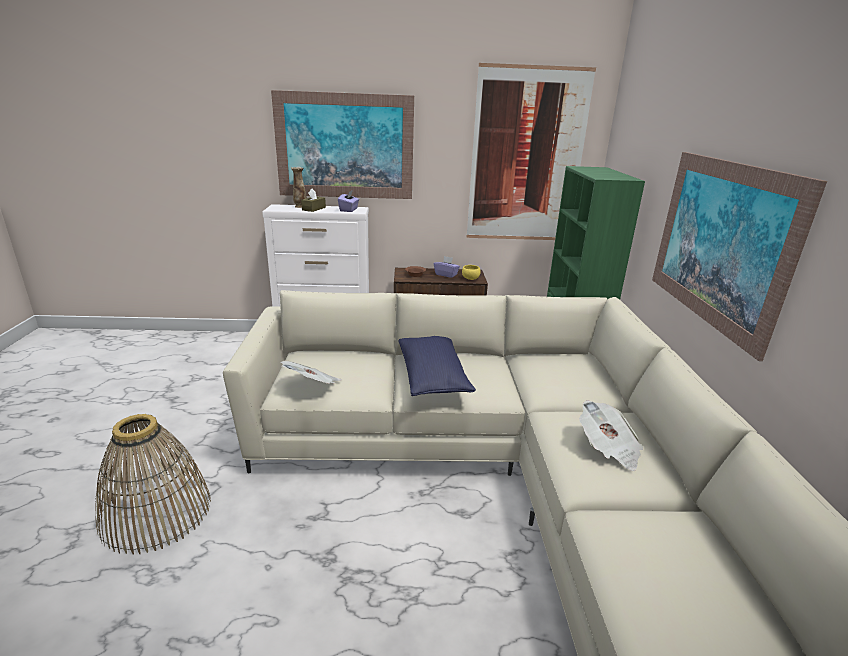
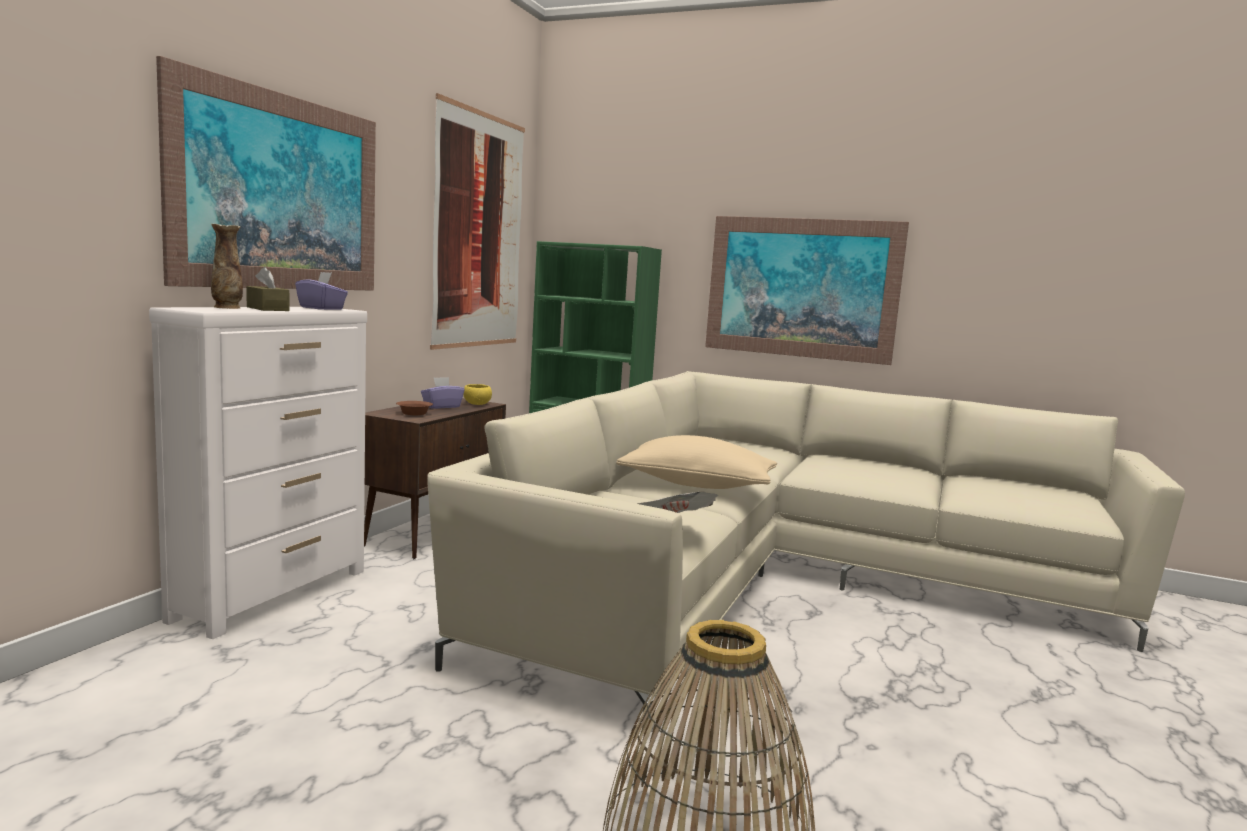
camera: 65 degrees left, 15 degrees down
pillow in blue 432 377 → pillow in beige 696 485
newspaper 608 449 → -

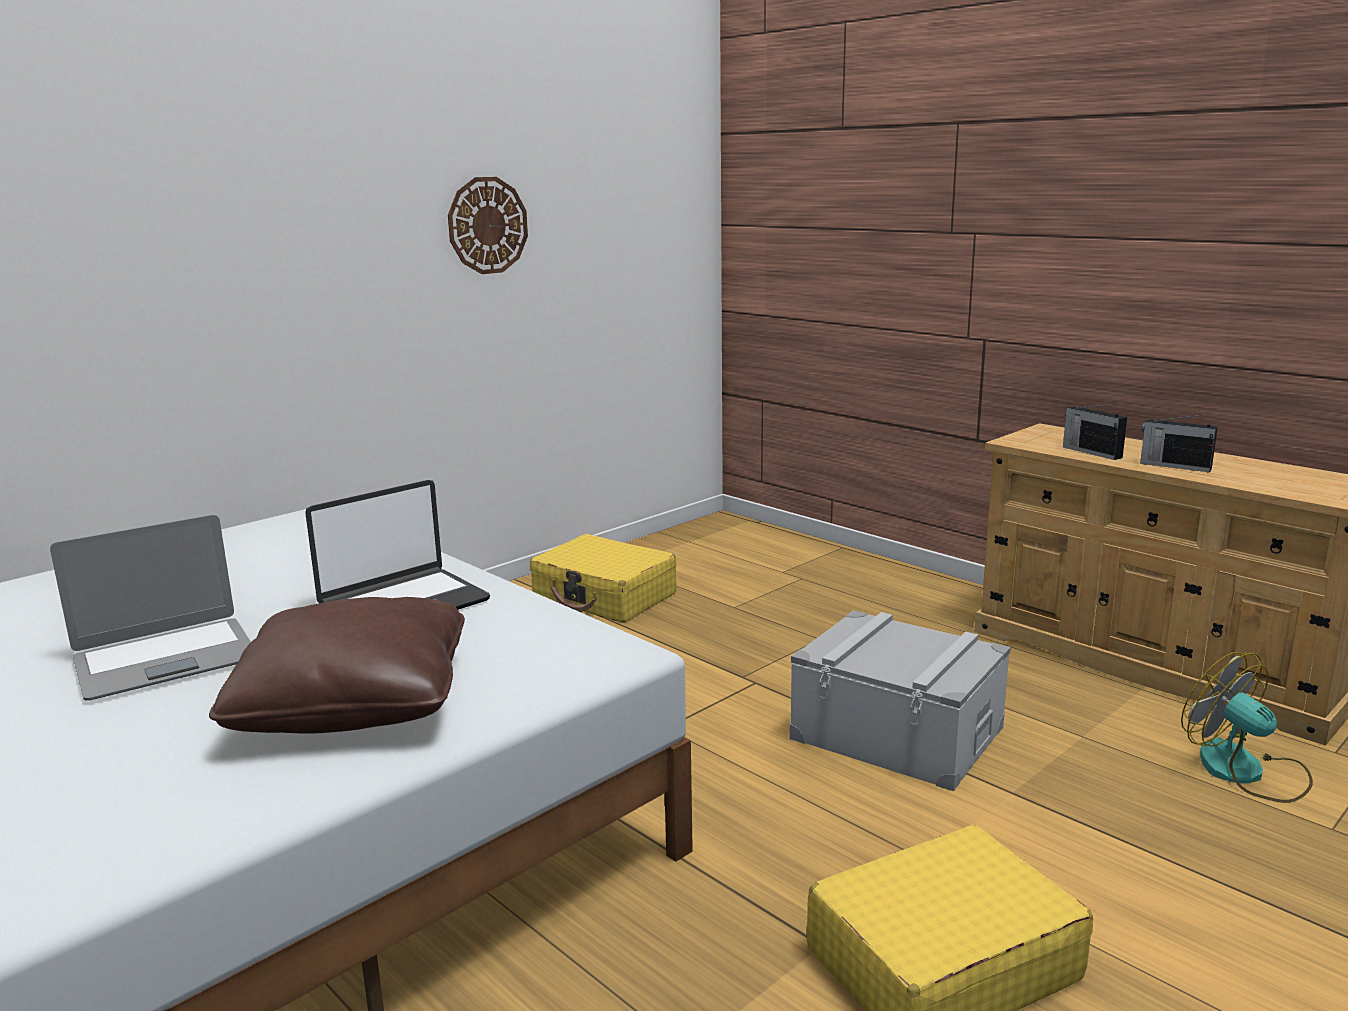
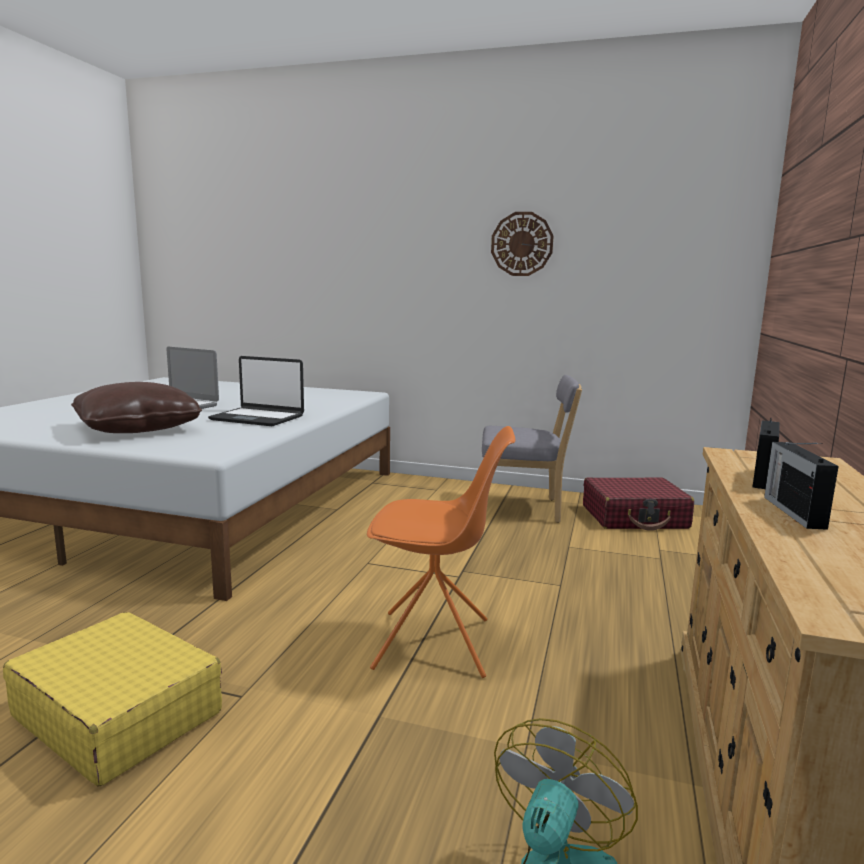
camera: 60 degrees right, 5 degrees down
storage box in grey 897 733 → chair in orange 435 644
suitcase in yellow 604 596 → chair in grey 524 509
- → suitcase in red 634 517

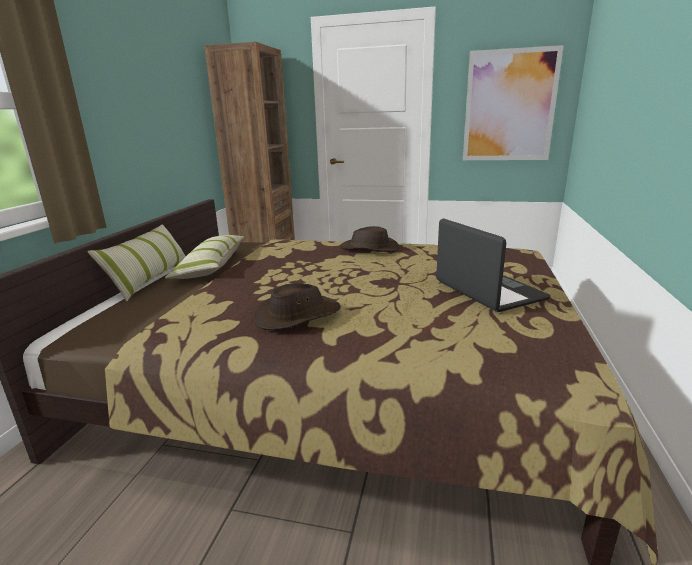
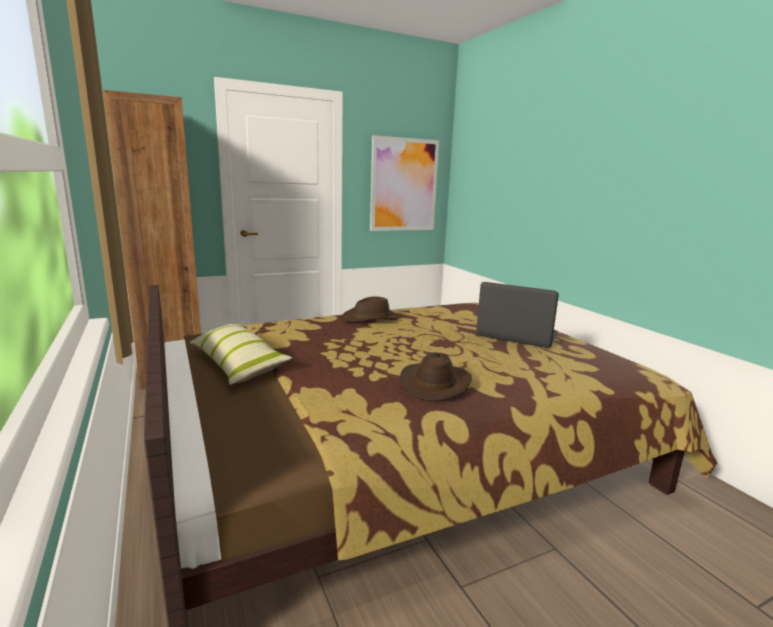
camera: 40 degrees left, 5 degrees down
pillow 151 279 → -

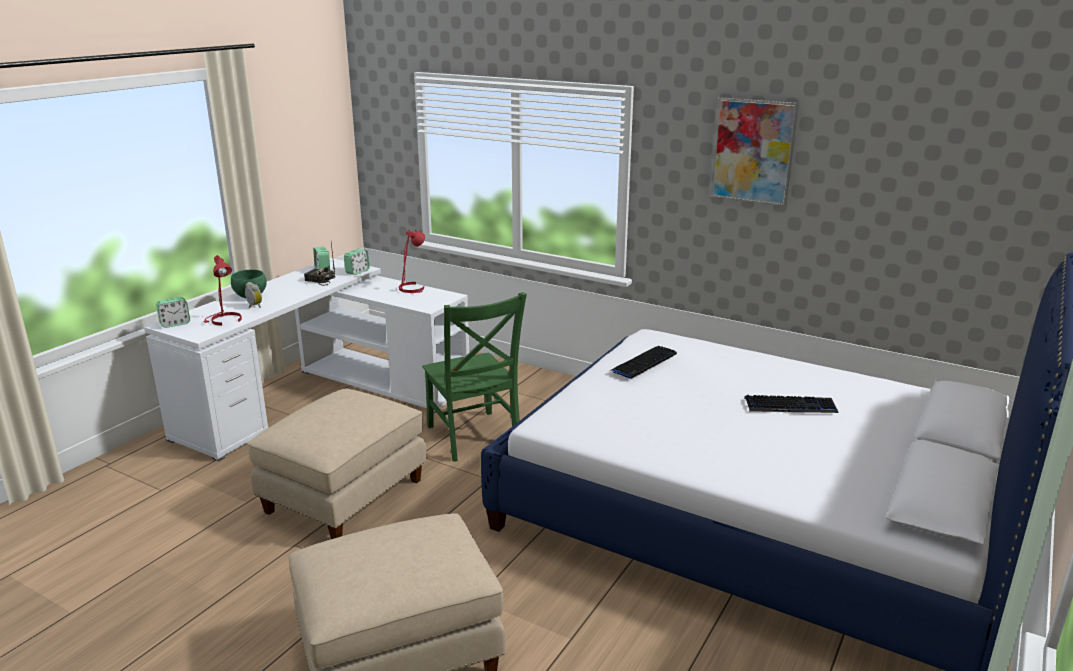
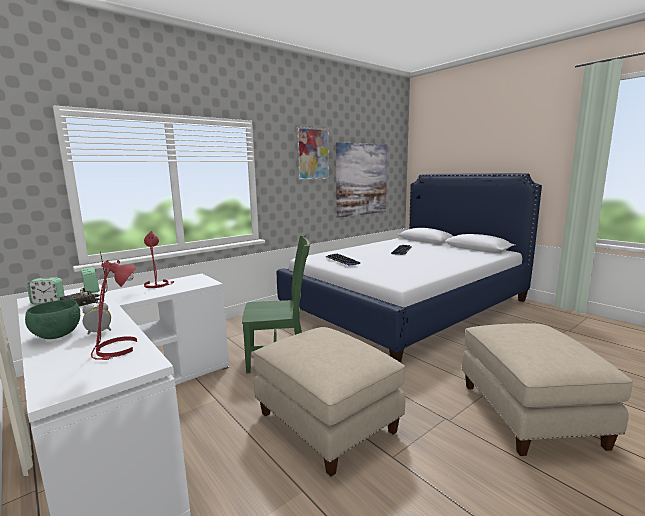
camera: 70 degrees left, 10 degrees down
- → picture 361 179
alarm clock 175 324 → -

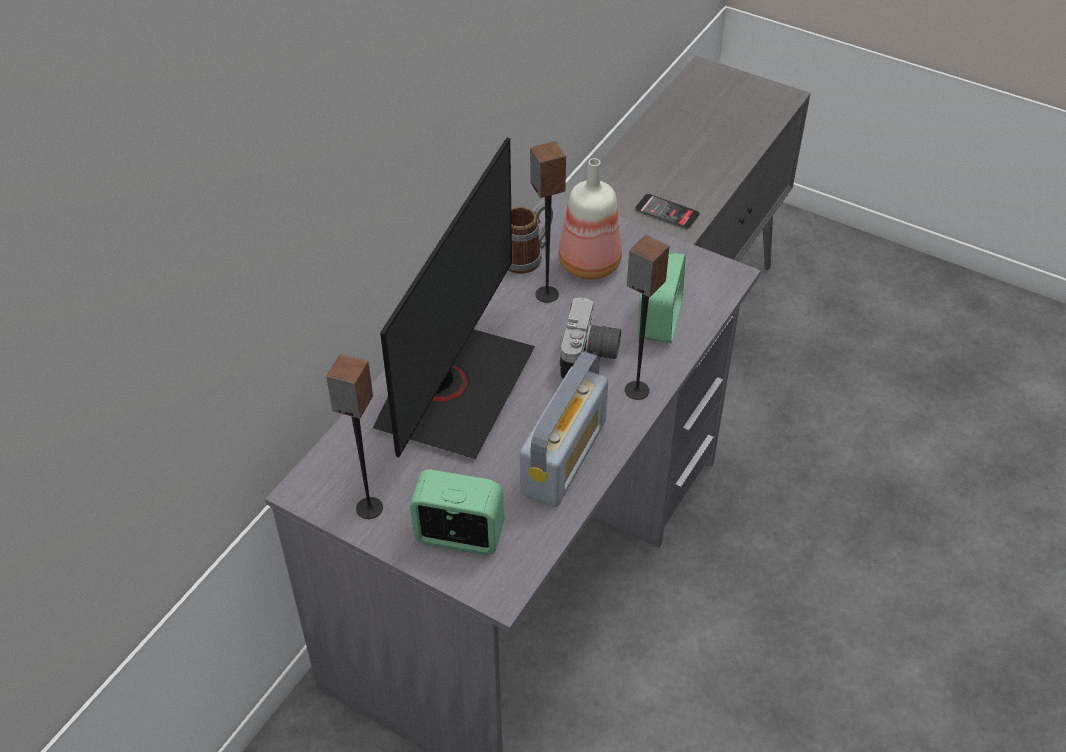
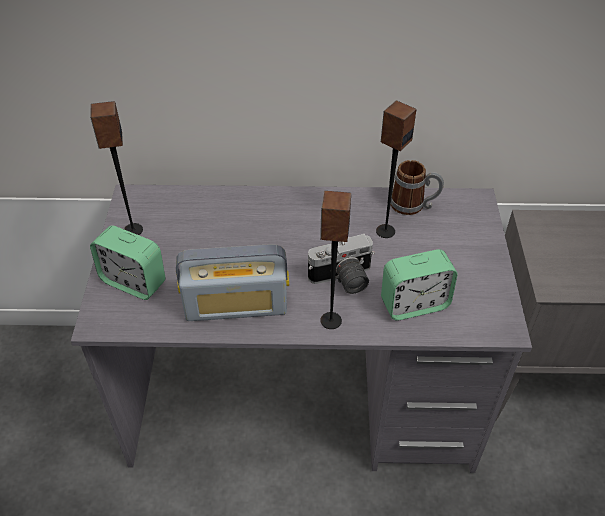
camera: 60 degrees right, 0 degrees up
alarm clock 459 536 → alarm clock 133 282, 135 degrees clockwise
monitor 453 389 → -
bottle 588 263 → -
phone 667 212 → -

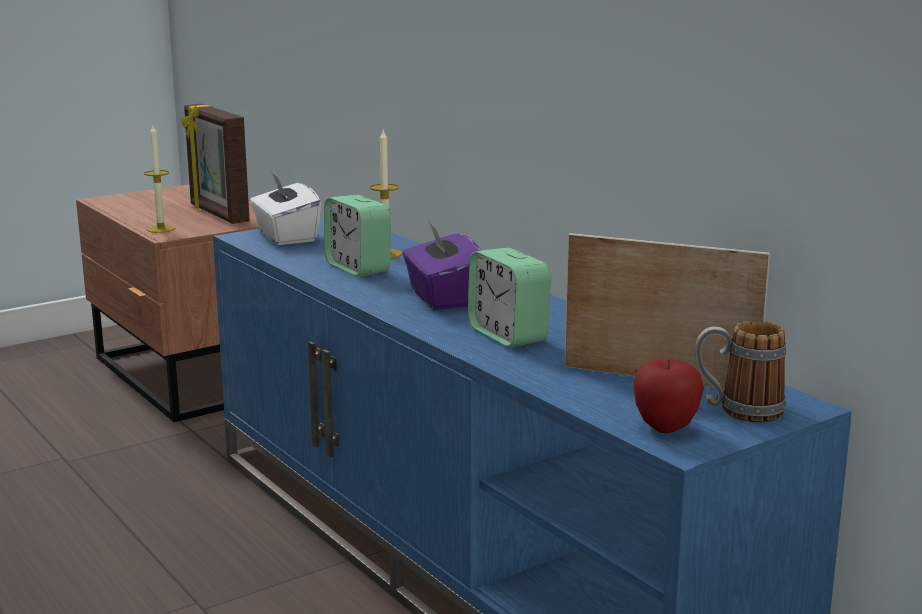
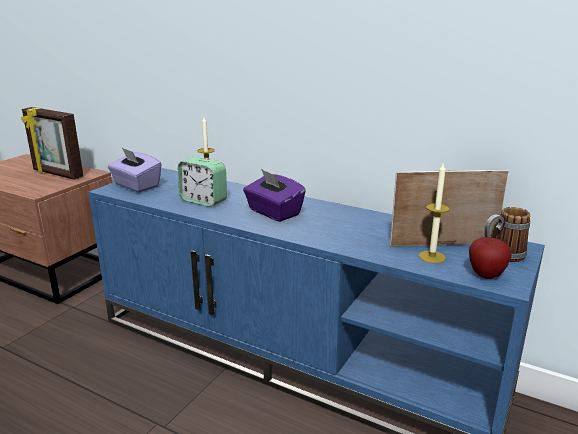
camera: 25 degrees left, 5 degrees up
tissue box in white 285 236 → tissue box in purple 136 186
candle 161 229 → candle 432 257, relocated
alarm clock 507 335 → -

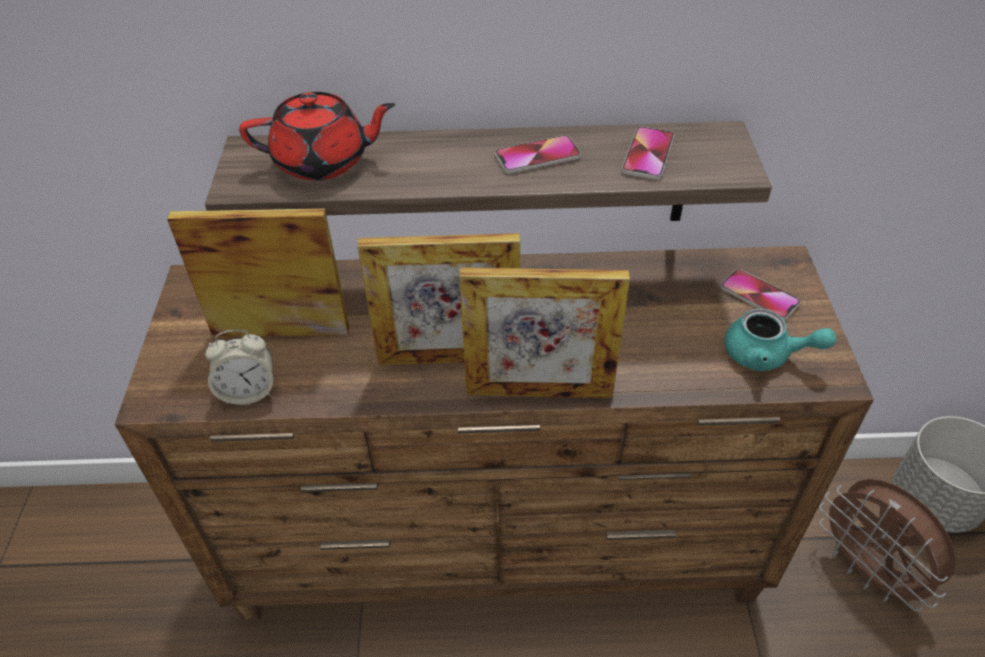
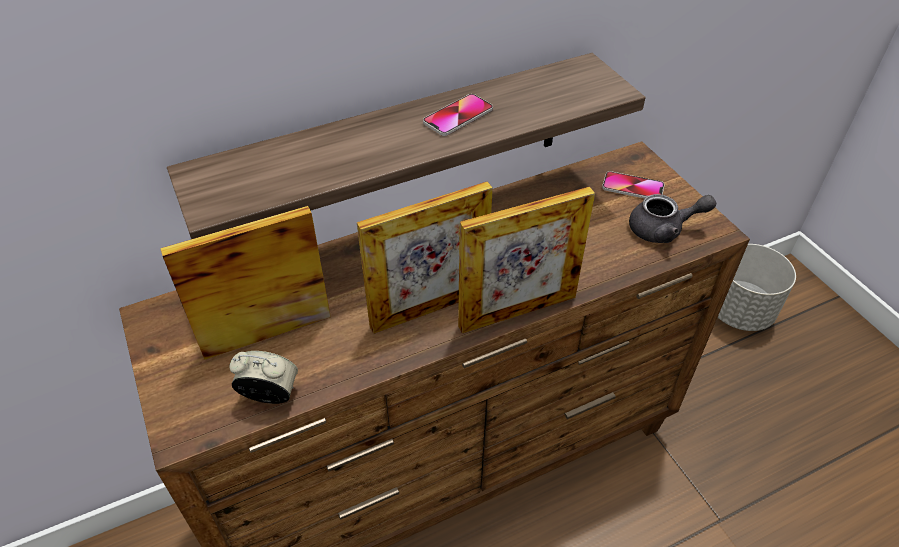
camera: 25 degrees left, 0 degrees up
alarm clock 248 391 → alarm clock 270 395, 135 degrees counterclockwise
teapot in turquoise 766 355 → teapot in grey 663 230
teapot in red 323 161 → -
phone 648 154 → -
fan in brown 868 571 → -

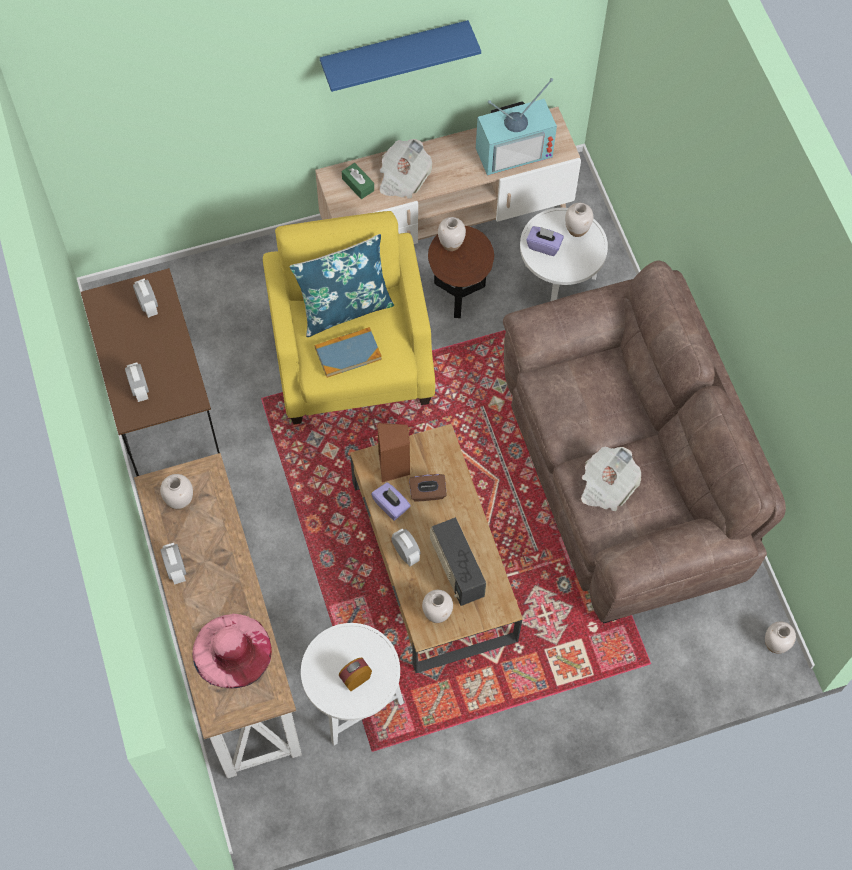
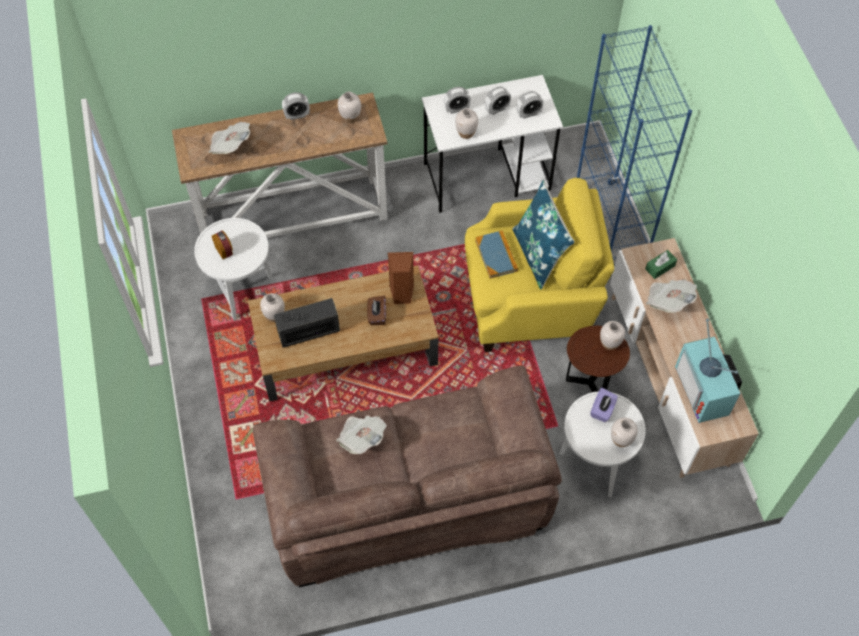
camera: 95 degrees right, 5 degrees down
hat in pink 232 651 → newspaper 230 146
desk in brown 163 409 → desk in white 488 176
vase in white 775 644 → vase in white 466 133, relocated
alarm clock 405 553 → alarm clock 497 109, relocated
- → bookcase in blue 610 225
shelf in blue 394 52 → -
tissue box in purple 391 505 → -

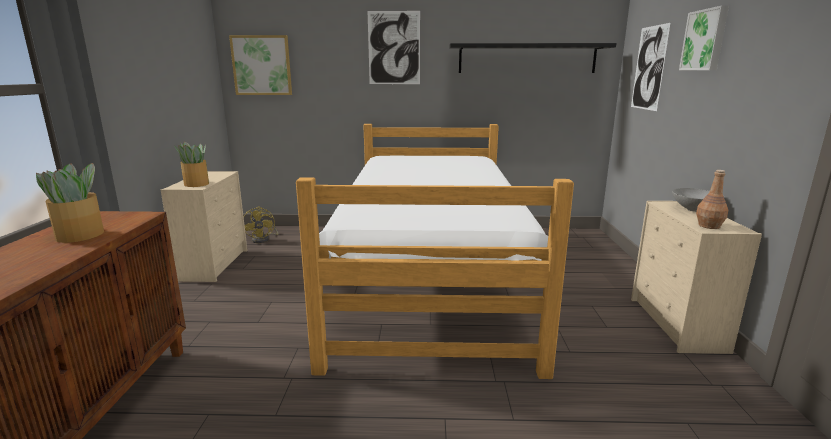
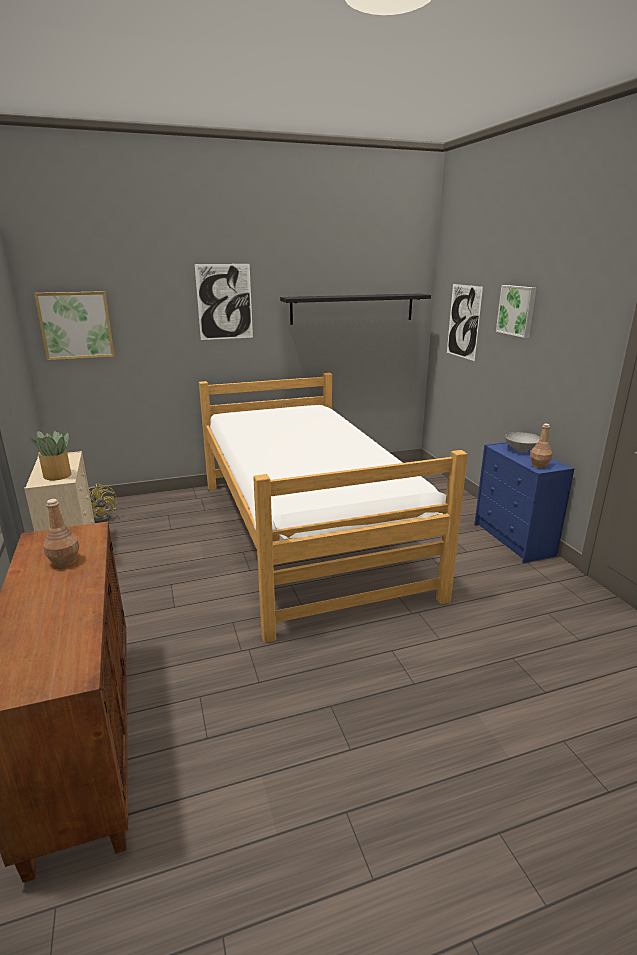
camera: 20 degrees left, 5 degrees up
potted plant 81 235 → bottle in brown 65 562
dresser in beige 677 325 → dresser in blue 514 540

